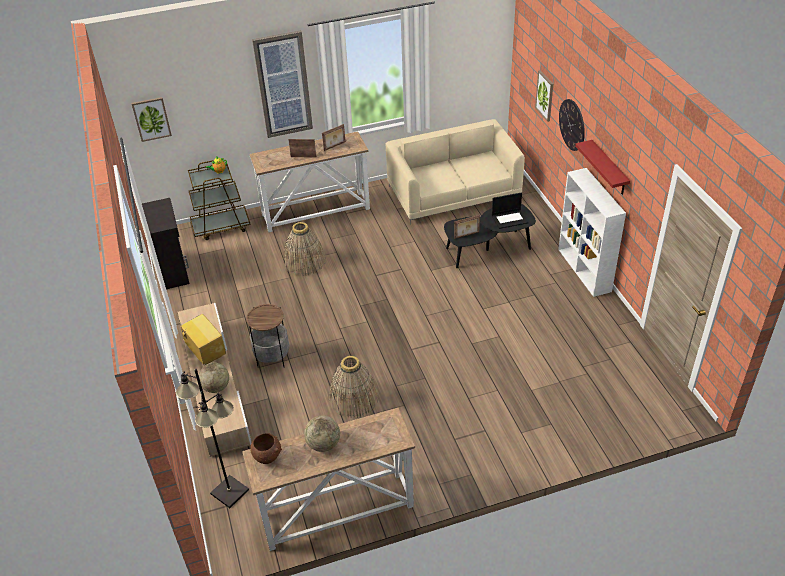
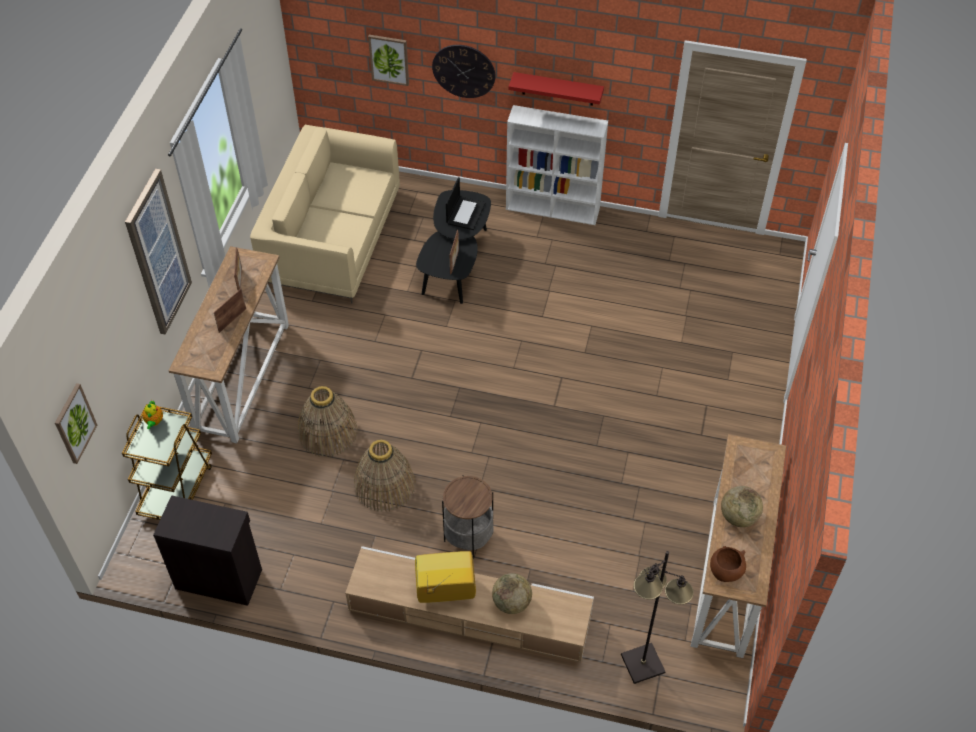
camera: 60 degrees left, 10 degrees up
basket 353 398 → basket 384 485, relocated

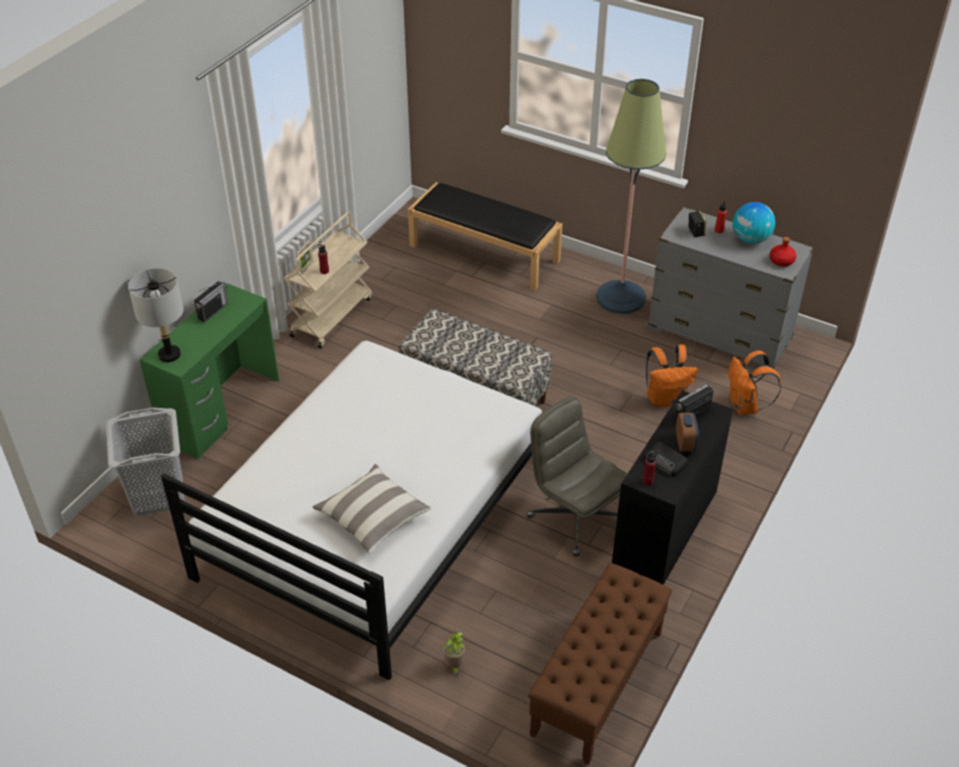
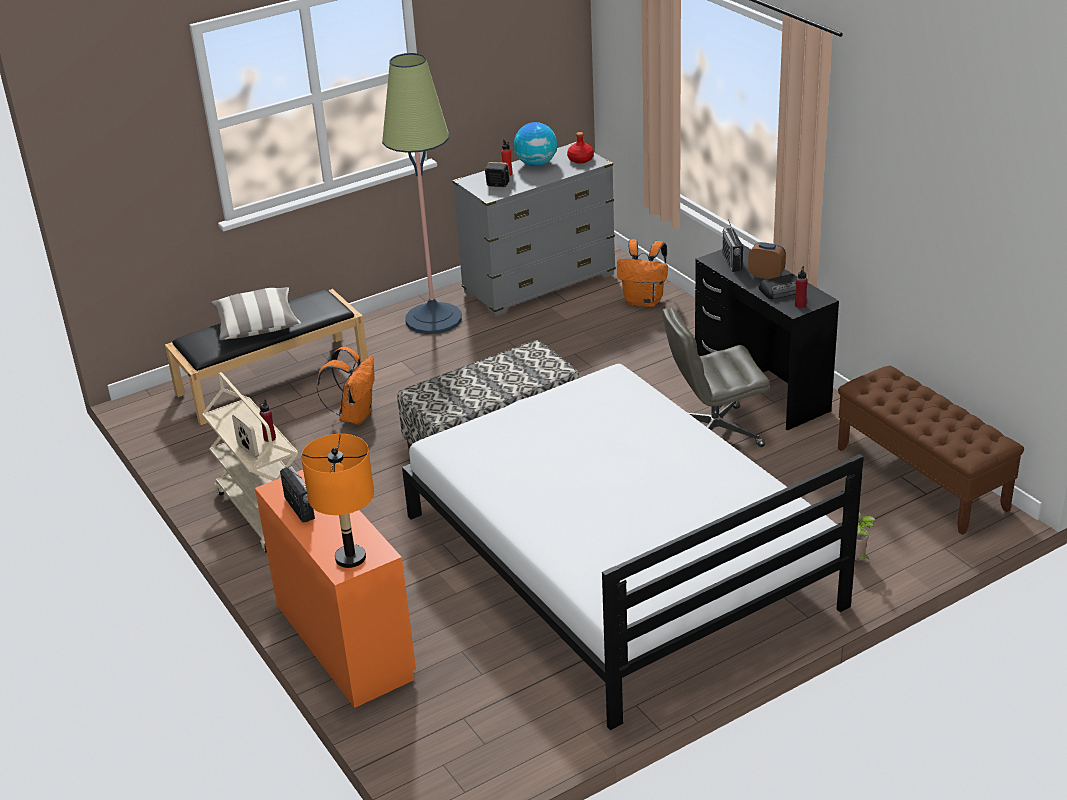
camera: 60 degrees left, 10 degrees down
pillow 373 518 → pillow 257 326, relocated
desk in green 221 410 → desk in orange 343 641
table lamp in grey 169 354 → table lamp in orange 350 558
backpack in orange 665 398 → backpack in orange 355 415, relocated
laundry basket in grey 158 493 → -

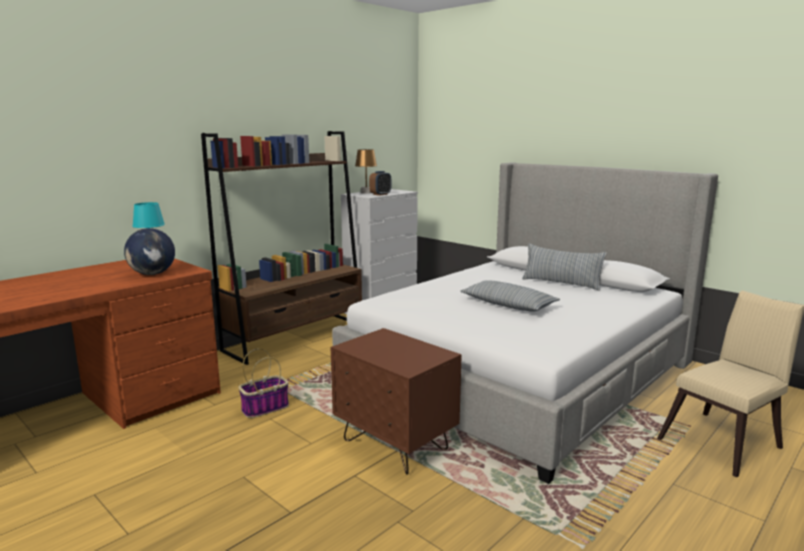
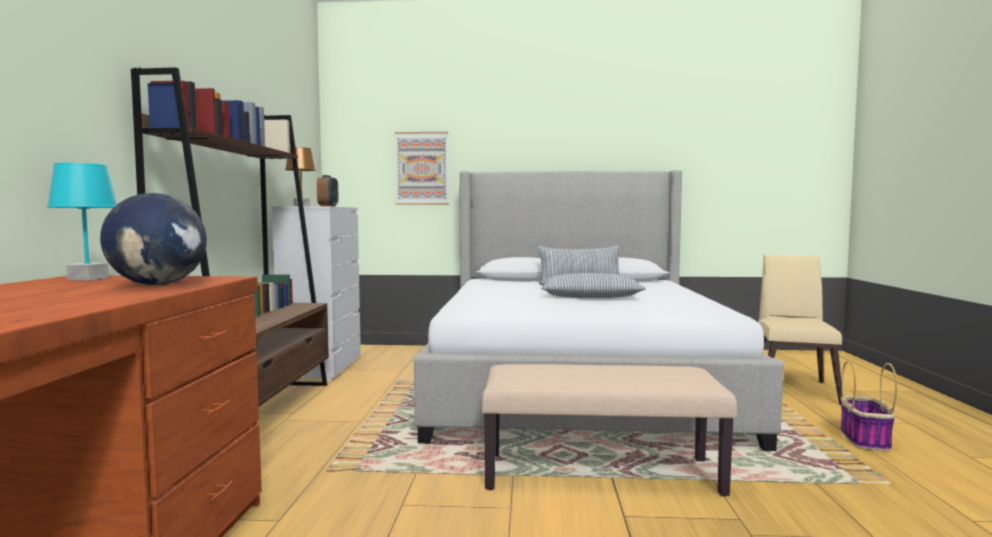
camera: 40 degrees left, 10 degrees down
- → picture 422 168
nightstand in brown 395 445 → bench in beige 601 473
basket 265 408 → basket 864 439, relocated

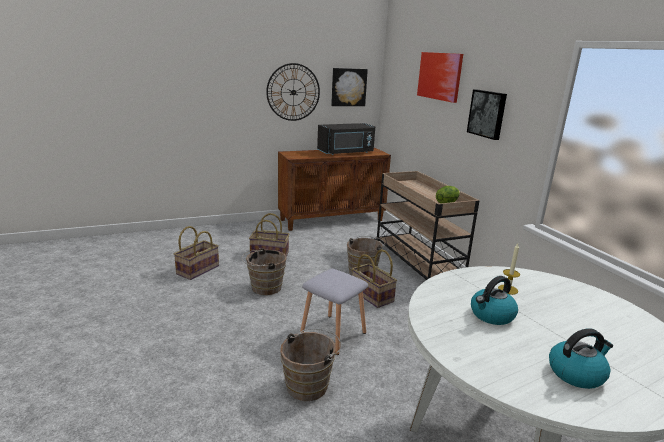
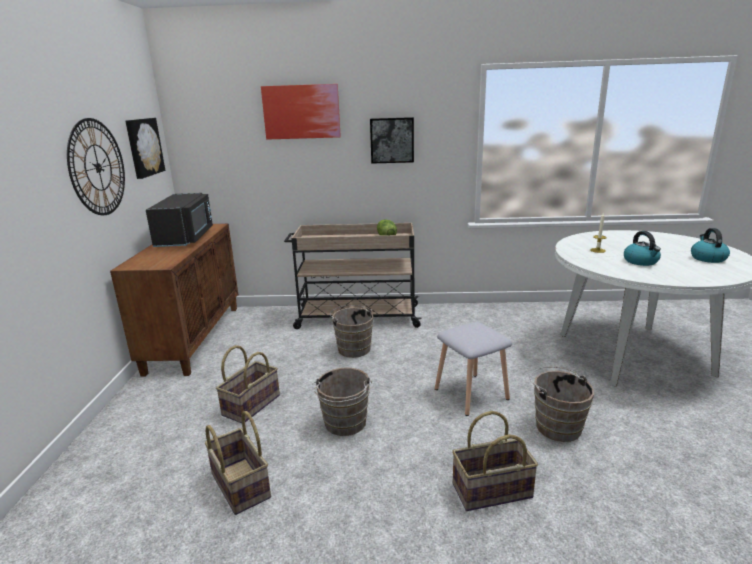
camera: 65 degrees left, 0 degrees up
basket 371 296 → basket 492 492, relocated

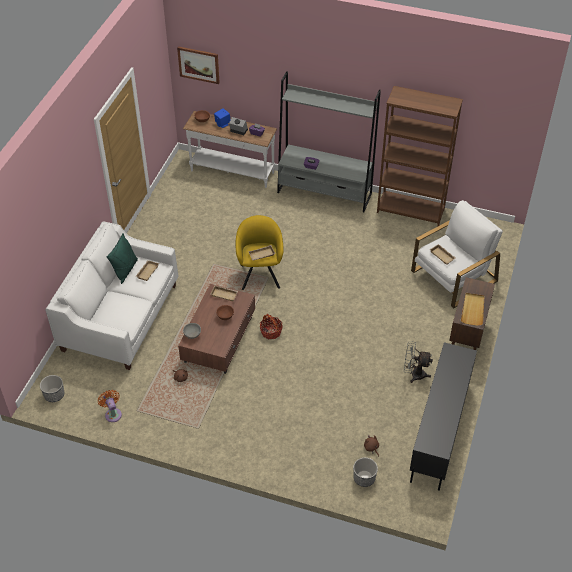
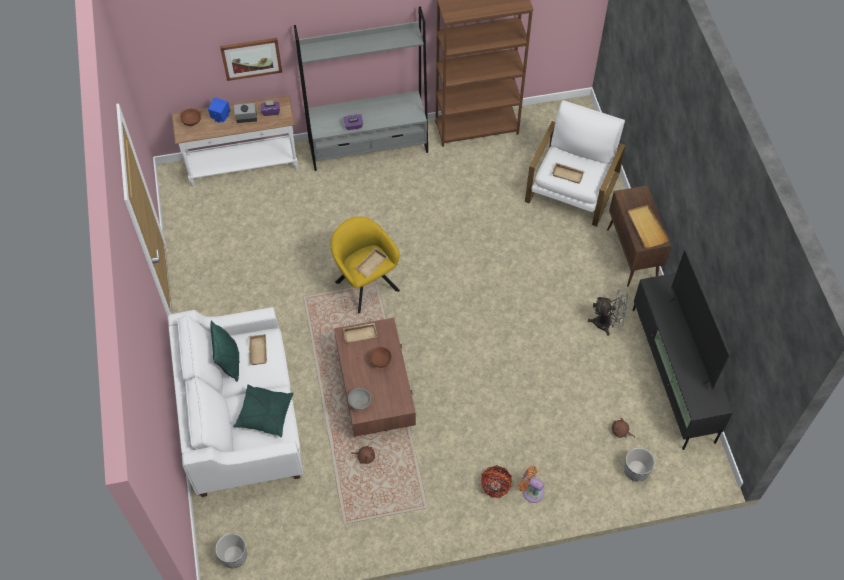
camera: 30 degrees left, 10 degrees up
picture 199 64 → picture 251 58, relocated
- → pillow in green 265 414
basket 271 332 → basket 495 485, relocated
fan in orange 112 413 → fan in orange 531 491, relocated
fan in grey 414 374 → fan in grey 607 324, 150 degrees counterclockwise
- → television 691 340

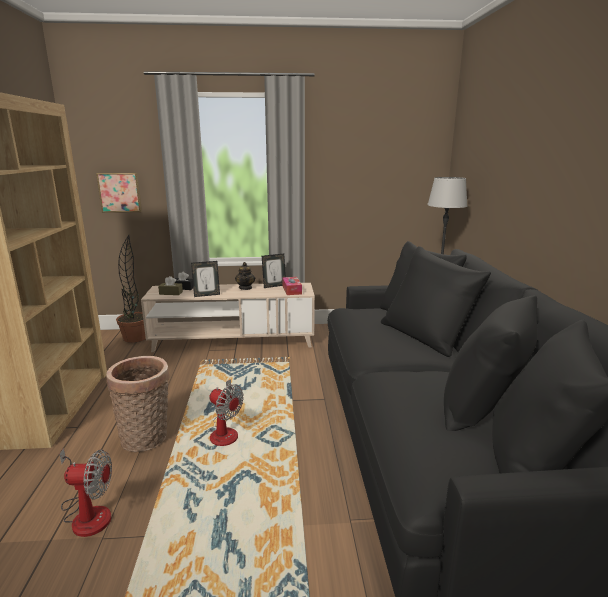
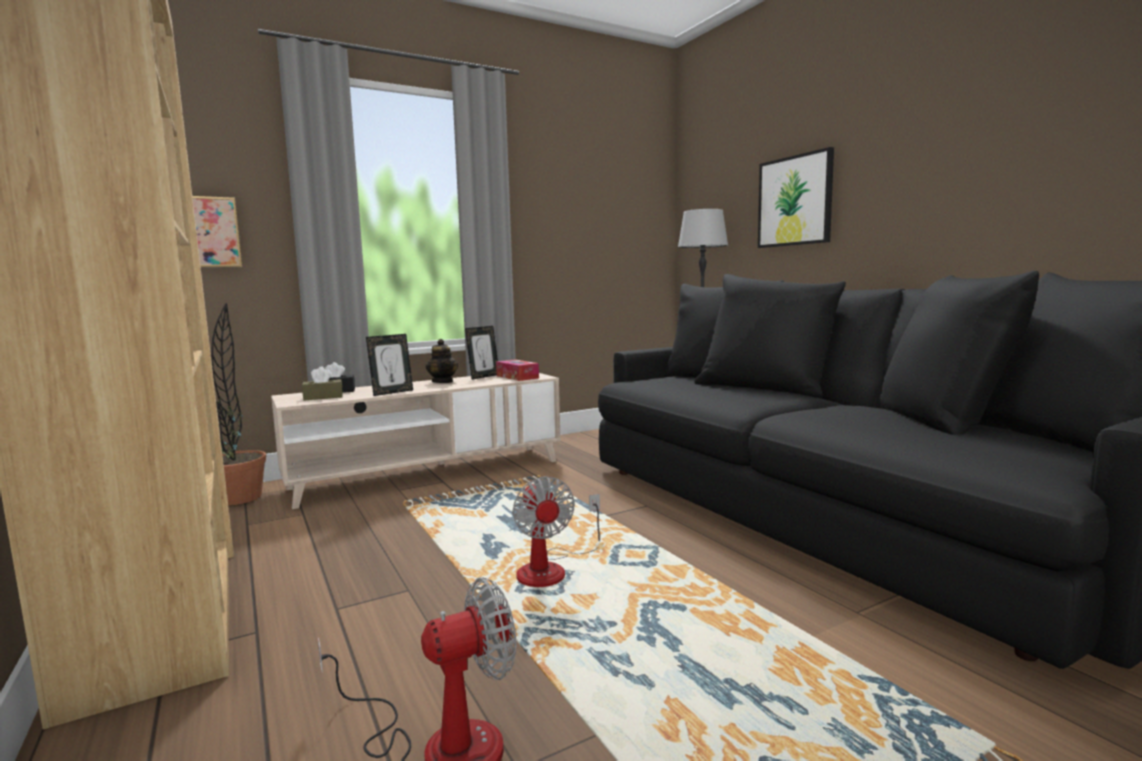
camera: 25 degrees left, 10 degrees down
fan 225 431 → fan 552 569, 60 degrees clockwise
- → picture 795 201
basket 147 438 → -

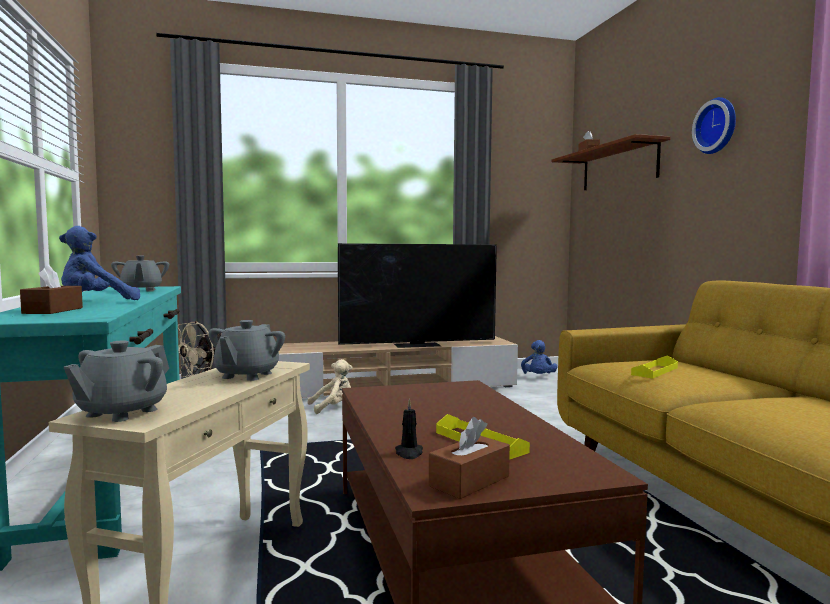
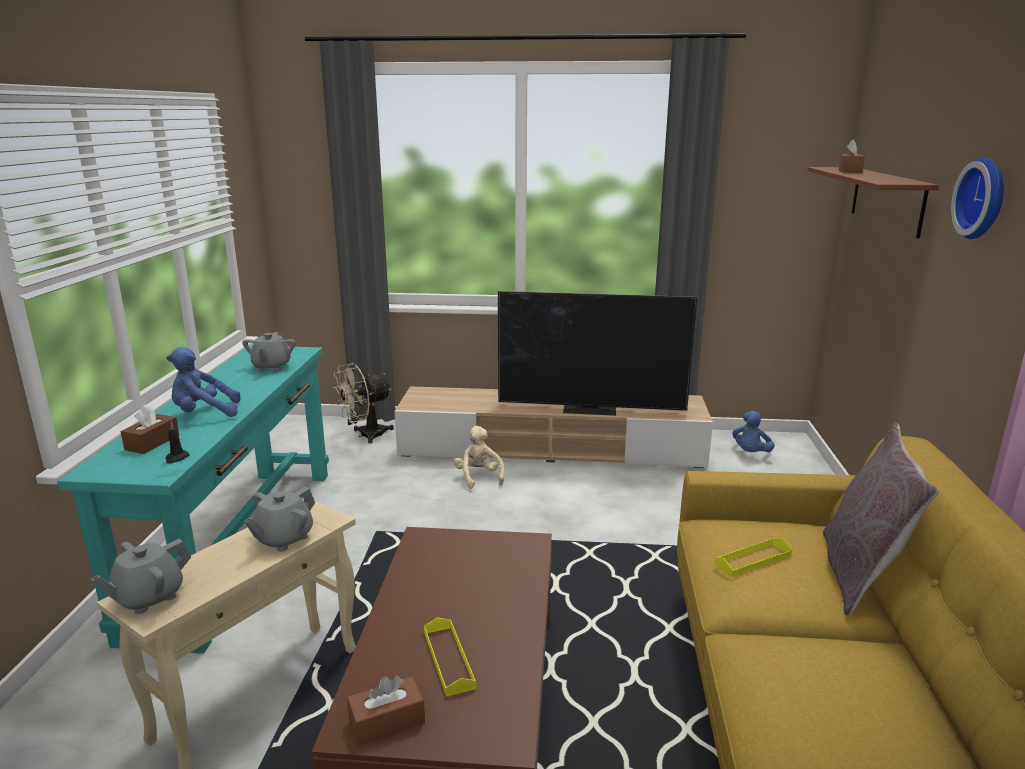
camera: 20 degrees right, 15 degrees up
candle in black 409 453 → candle in black 176 458, relocated
plush toy in beige 333 407 → plush toy in beige 479 477, 105 degrees counterclockwise
- → pillow in grey 861 574

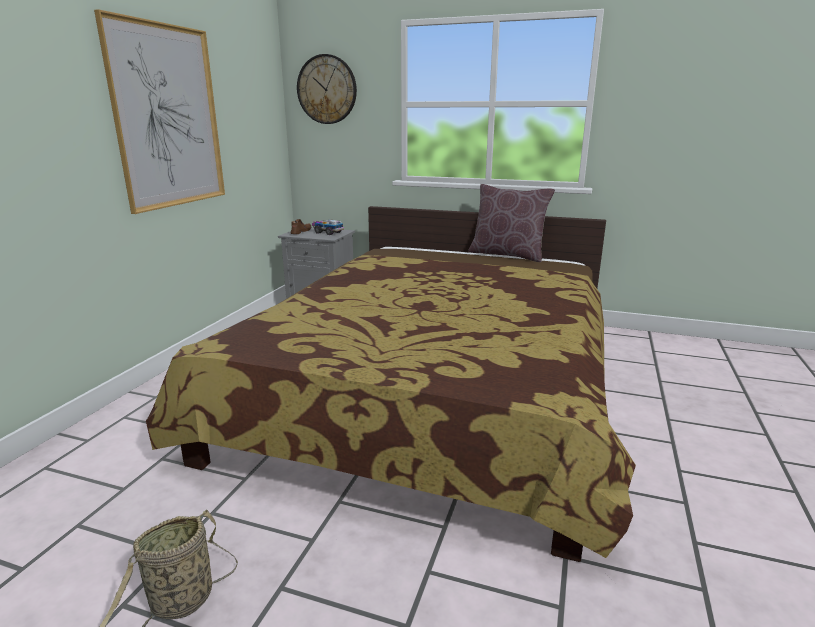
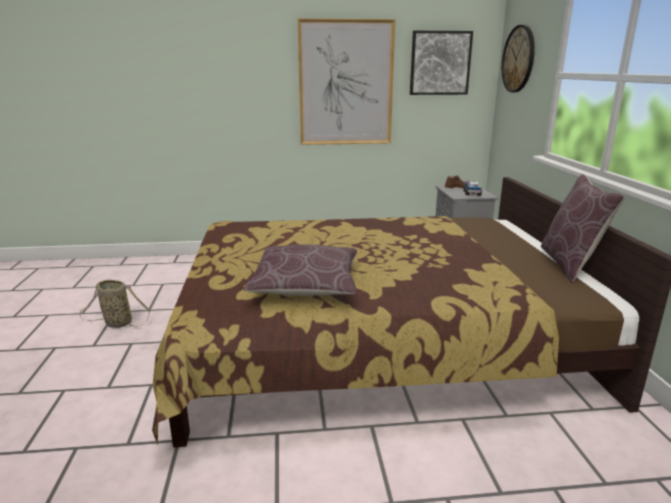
camera: 65 degrees right, 0 degrees up
- → pillow in brown 306 286
- → picture 440 63

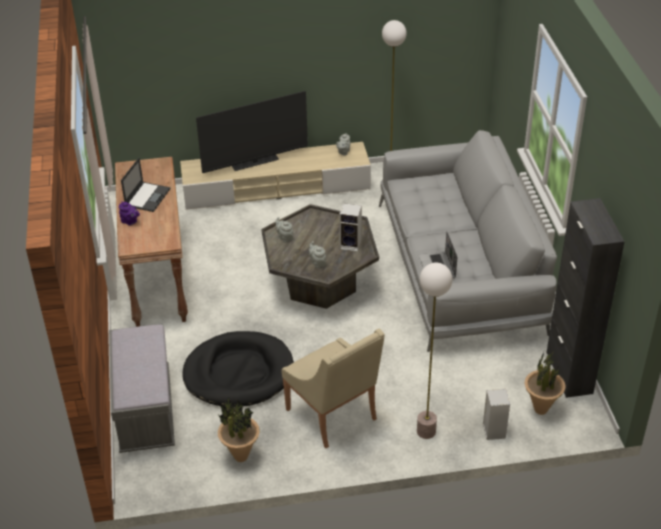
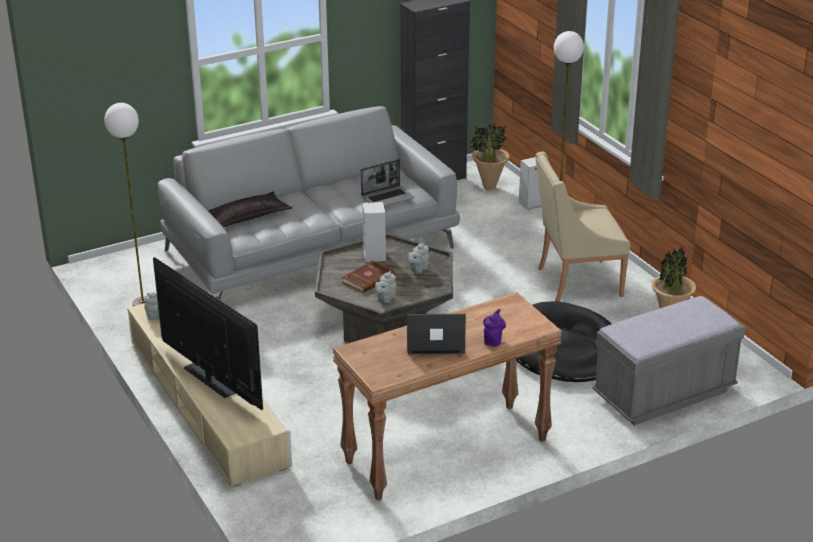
camera: 110 degrees left, 10 degrees down
- → pillow 246 217
- → book in brown 369 279
armchair in beige 334 415 → armchair in beige 576 281, 135 degrees counterclockwise

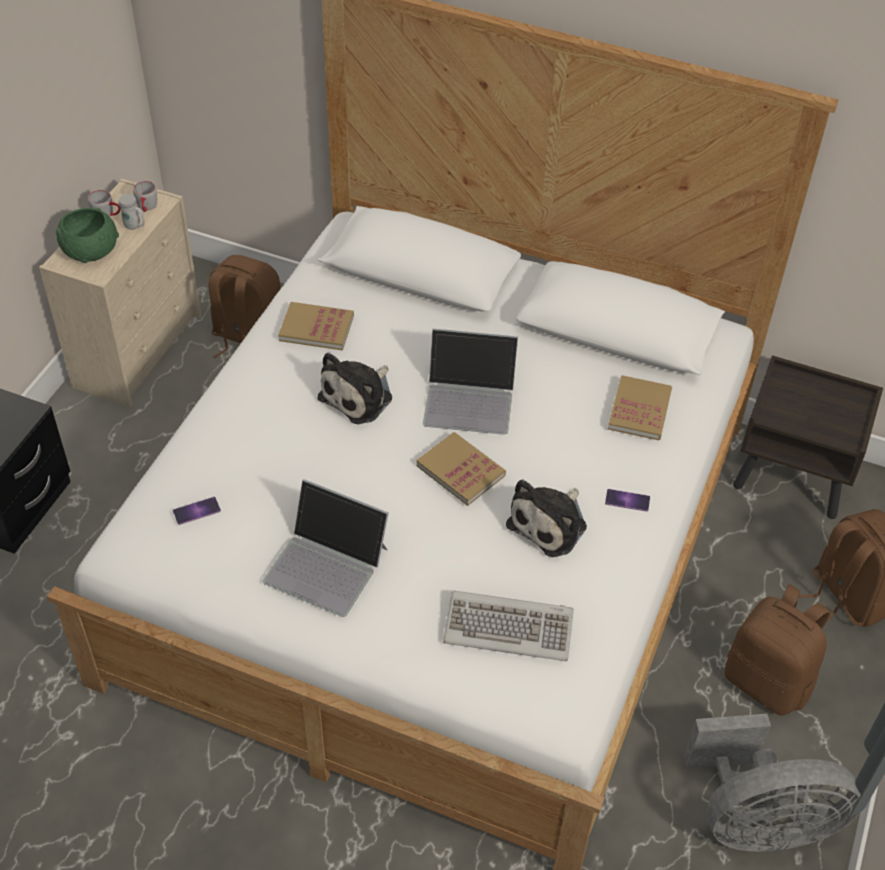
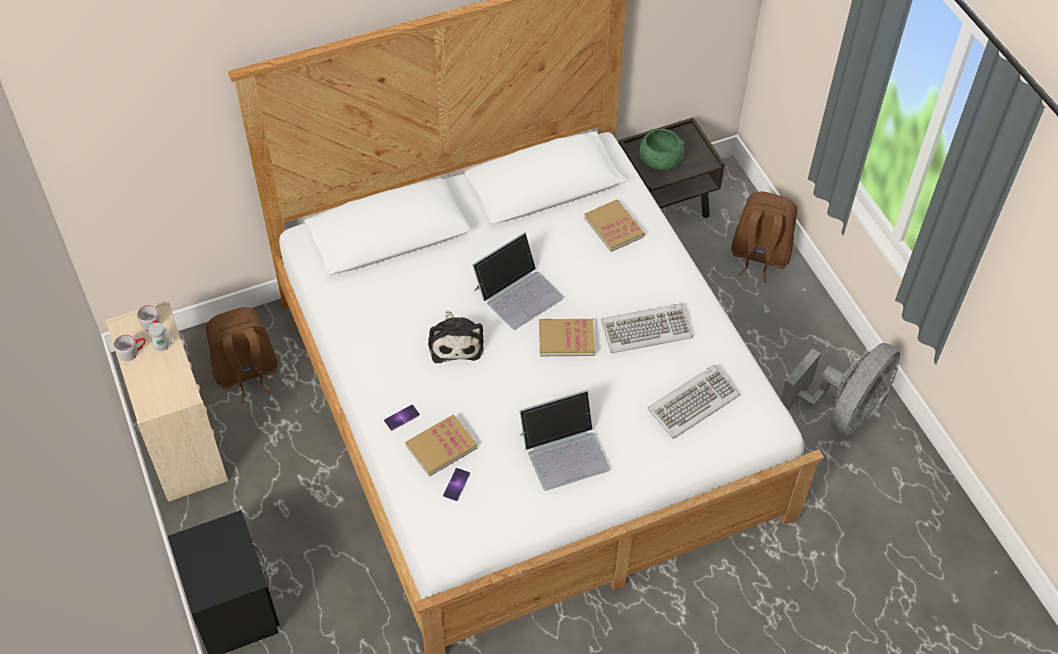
camera: 45 degrees left, 5 degrees up
phone 627 500 → phone 401 417, relocated
book 316 328 → book 441 446, relocated
plush toy 550 524 → keyboard 646 330
bowl in green 90 250 → bowl in green 660 160, relocated
backpack in brown 768 681 → -

